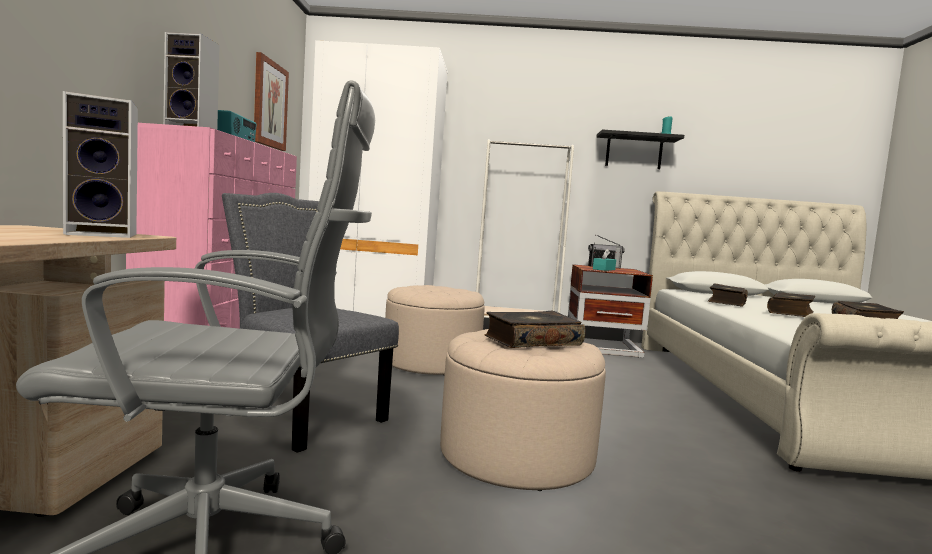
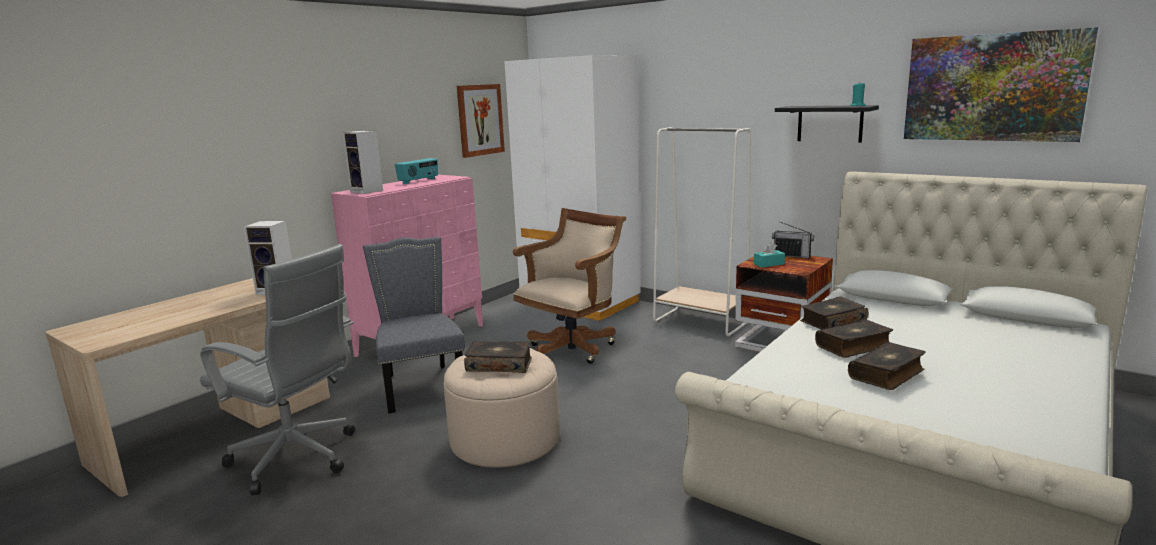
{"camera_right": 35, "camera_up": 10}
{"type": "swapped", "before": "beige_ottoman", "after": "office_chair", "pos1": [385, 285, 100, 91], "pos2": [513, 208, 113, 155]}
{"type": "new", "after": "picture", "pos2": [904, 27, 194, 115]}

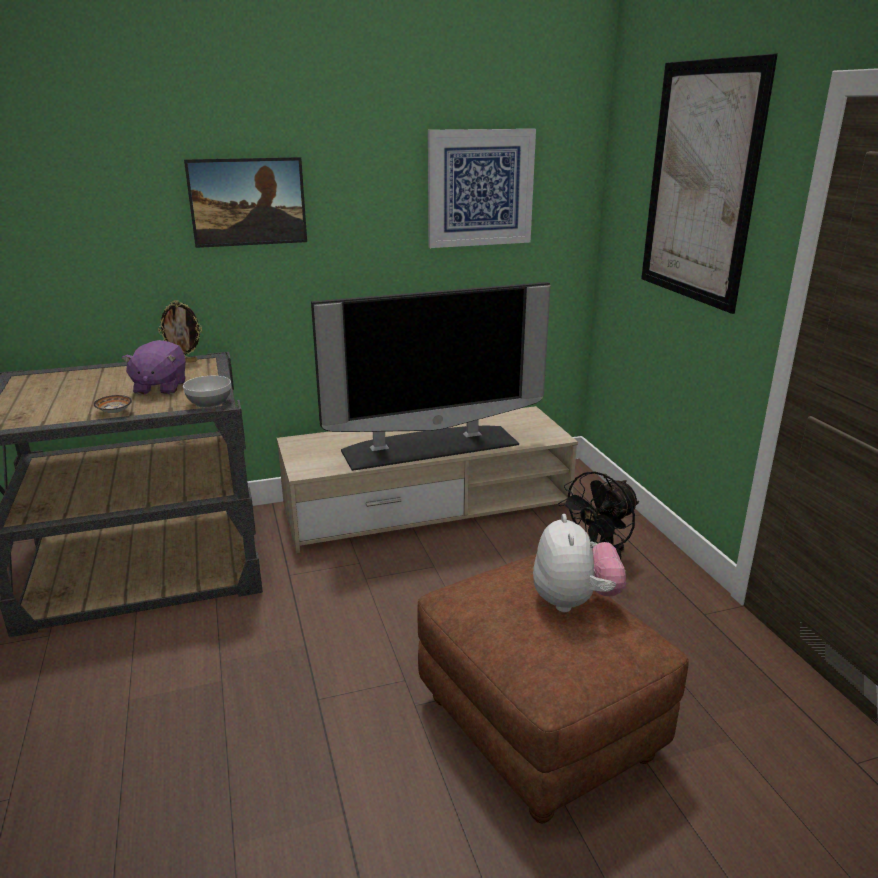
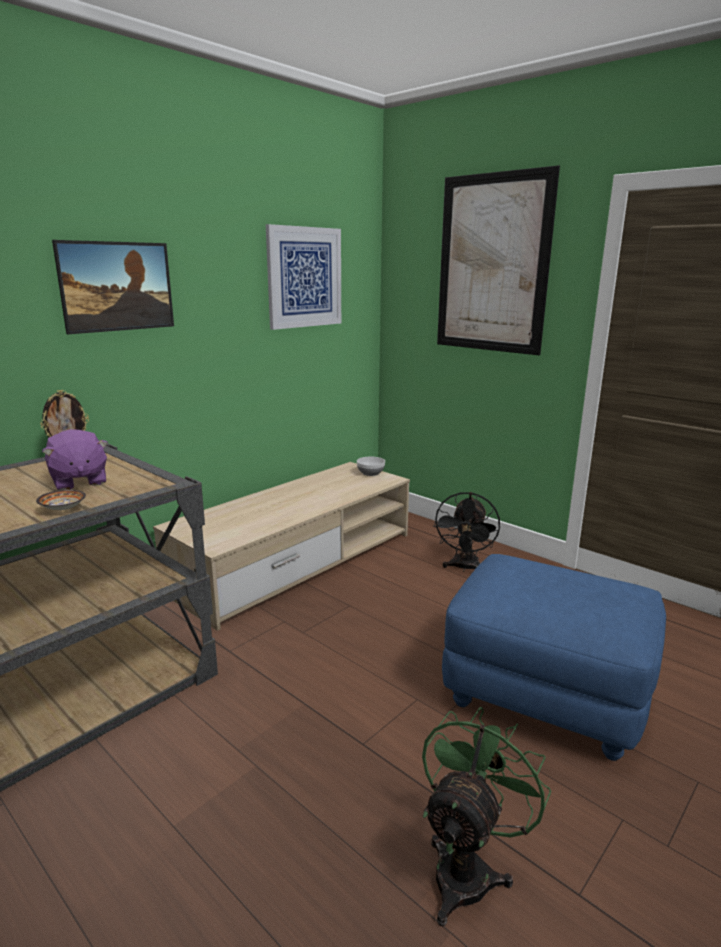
{"camera_right": -30, "camera_up": -5}
{"type": "gone", "before": "television", "pos1": [311, 282, 240, 189]}
{"type": "shifted", "before": "bowl", "pos1": [183, 376, 48, 32], "pos2": [357, 457, 28, 19]}
{"type": "gone", "before": "plush_toy", "pos1": [533, 514, 93, 98]}
{"type": "repainted", "before": "brown_ottoman", "after": "blue_ottoman", "pos1": [418, 554, 271, 269], "pos2": [442, 554, 224, 207]}
{"type": "new", "after": "green_fan", "pos2": [422, 707, 129, 220]}

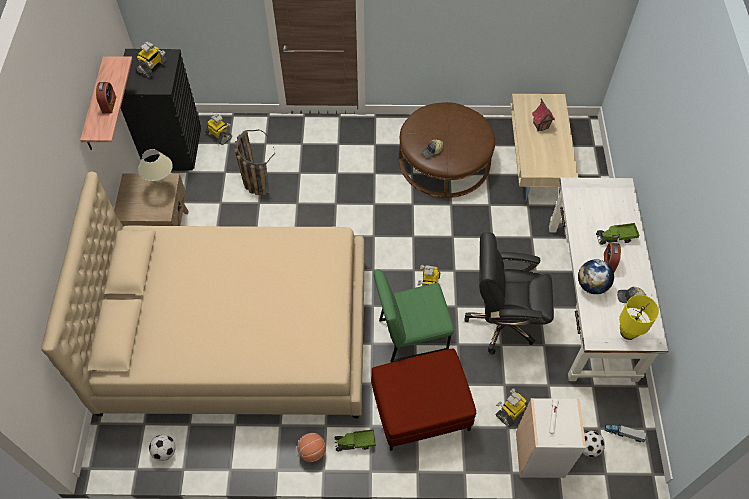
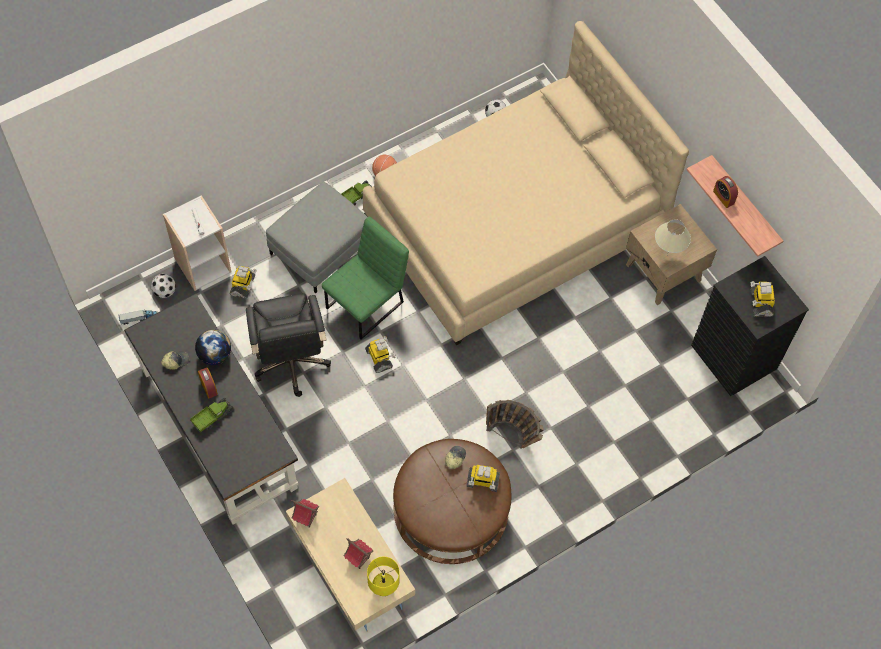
{"camera_right": 145, "camera_up": 5}
{"type": "shifted", "before": "toy_robot", "pos1": [205, 113, 27, 32], "pos2": [466, 465, 34, 27]}
{"type": "shifted", "before": "basket", "pos1": [234, 129, 41, 66], "pos2": [486, 400, 58, 49]}
{"type": "repainted", "before": "white_desk", "after": "black_desk", "pos1": [549, 177, 119, 205], "pos2": [124, 293, 174, 232]}
{"type": "rotated", "before": "black_office_chair", "pos1": [464, 232, 90, 122], "pos2": [246, 293, 85, 104], "turn": 105}
{"type": "shifted", "before": "yellow_table_lamp", "pos1": [619, 295, 40, 45], "pos2": [367, 557, 32, 39]}
{"type": "repainted", "before": "red_ottoman", "after": "grey_ottoman", "pos1": [371, 349, 105, 102], "pos2": [266, 182, 101, 111]}
{"type": "new", "after": "toy_house", "pos2": [291, 499, 28, 29]}

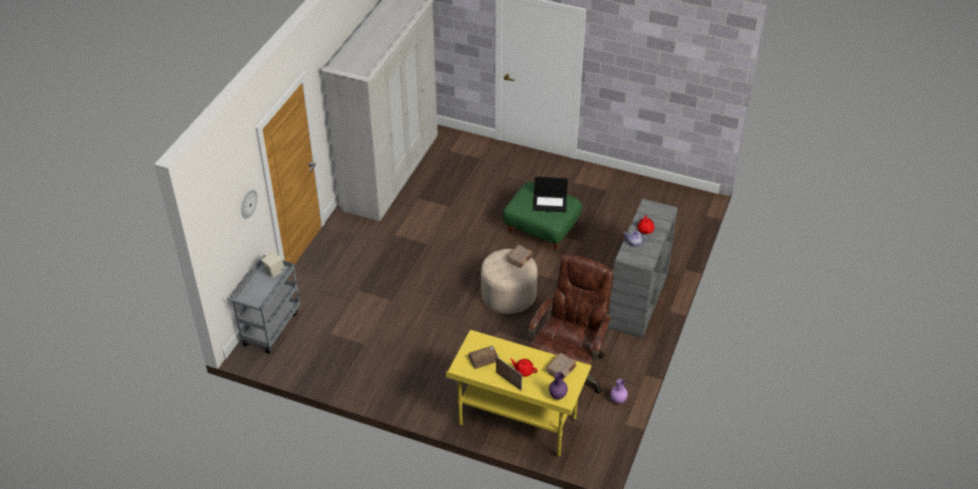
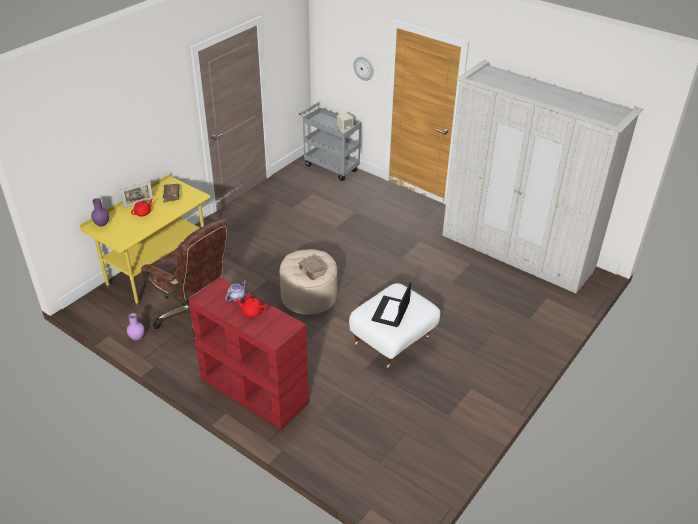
{"camera_right": 105, "camera_up": -5}
{"type": "repainted", "before": "green_ottoman", "after": "white_ottoman", "pos1": [503, 182, 79, 70], "pos2": [349, 283, 91, 85]}
{"type": "repainted", "before": "grey_bookcase", "after": "red_bookcase", "pos1": [608, 199, 70, 139], "pos2": [188, 277, 121, 153]}
{"type": "gone", "before": "brown_book", "pos1": [546, 353, 30, 27]}

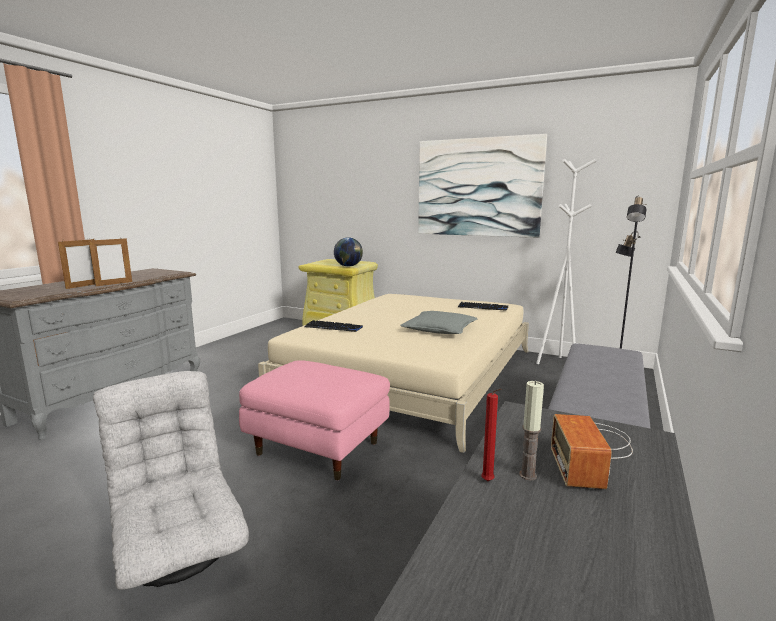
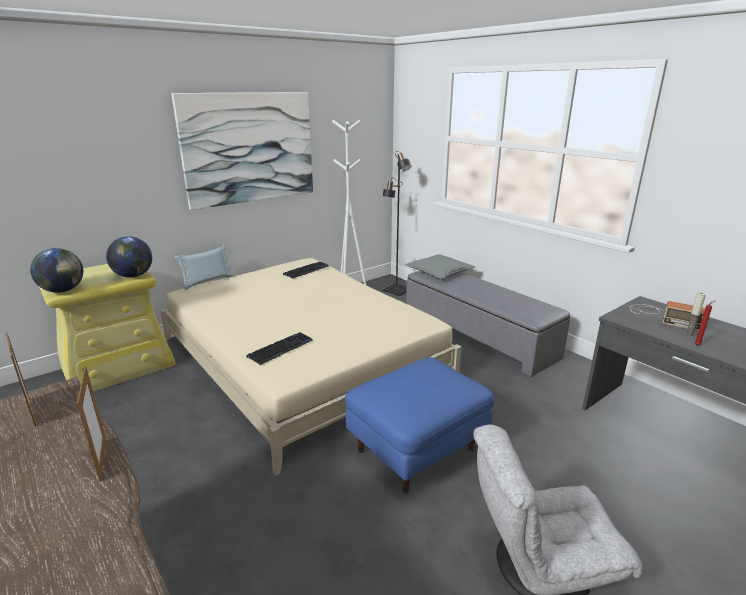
{"camera_right": -65, "camera_up": 10}
{"type": "shifted", "before": "picture_frame", "pos1": [58, 238, 37, 51], "pos2": [5, 332, 31, 95]}
{"type": "shifted", "before": "grey_pillow", "pos1": [400, 311, 77, 23], "pos2": [405, 255, 70, 24]}
{"type": "repainted", "before": "pink_ottoman", "after": "blue_ottoman", "pos1": [239, 360, 151, 120], "pos2": [345, 357, 149, 136]}
{"type": "new", "after": "blue_pillow", "pos2": [175, 245, 58, 45]}
{"type": "new", "after": "globe", "pos2": [30, 248, 53, 45]}

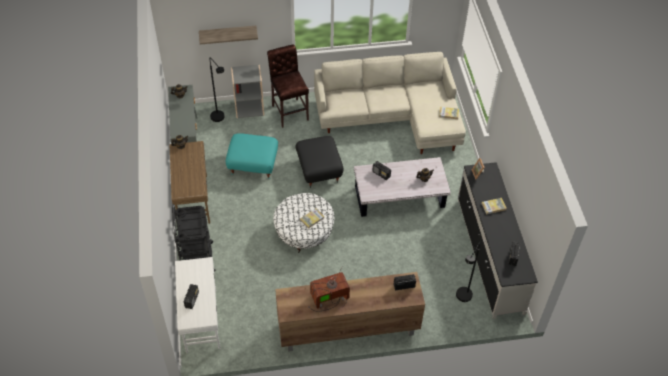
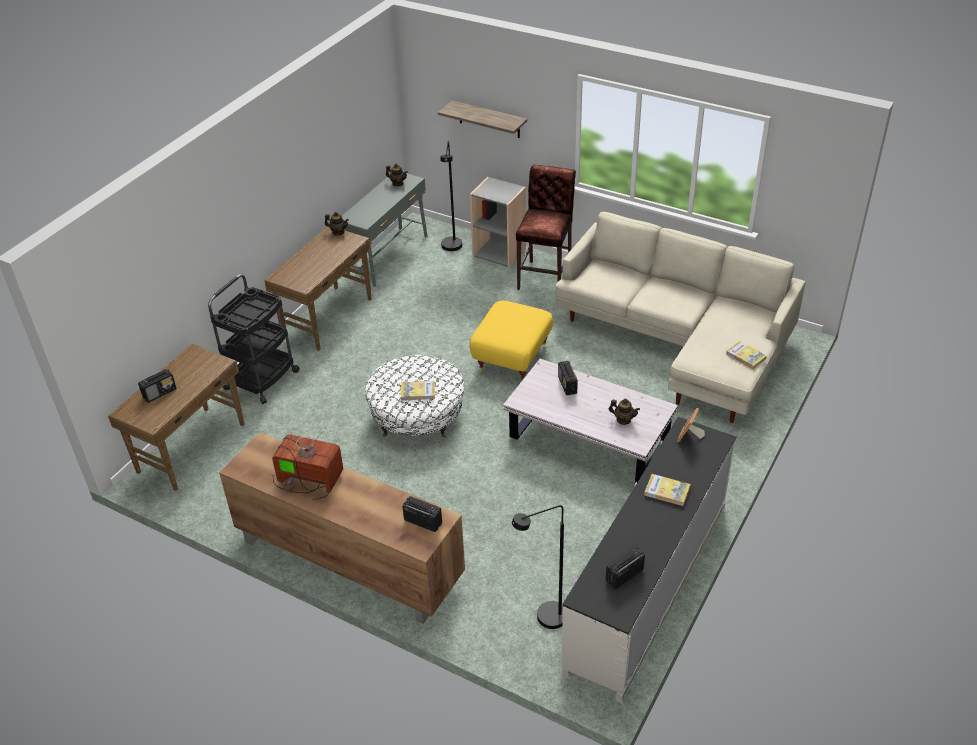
{"camera_right": 40, "camera_up": -10}
{"type": "gone", "before": "turquoise_ottoman", "pos1": [226, 133, 52, 46]}
{"type": "repainted", "before": "black_ottoman", "after": "yellow_ottoman", "pos1": [296, 136, 47, 52], "pos2": [469, 301, 84, 79]}
{"type": "repainted", "before": "white_console_table", "after": "brown_console_table", "pos1": [175, 257, 45, 96], "pos2": [108, 344, 137, 147]}

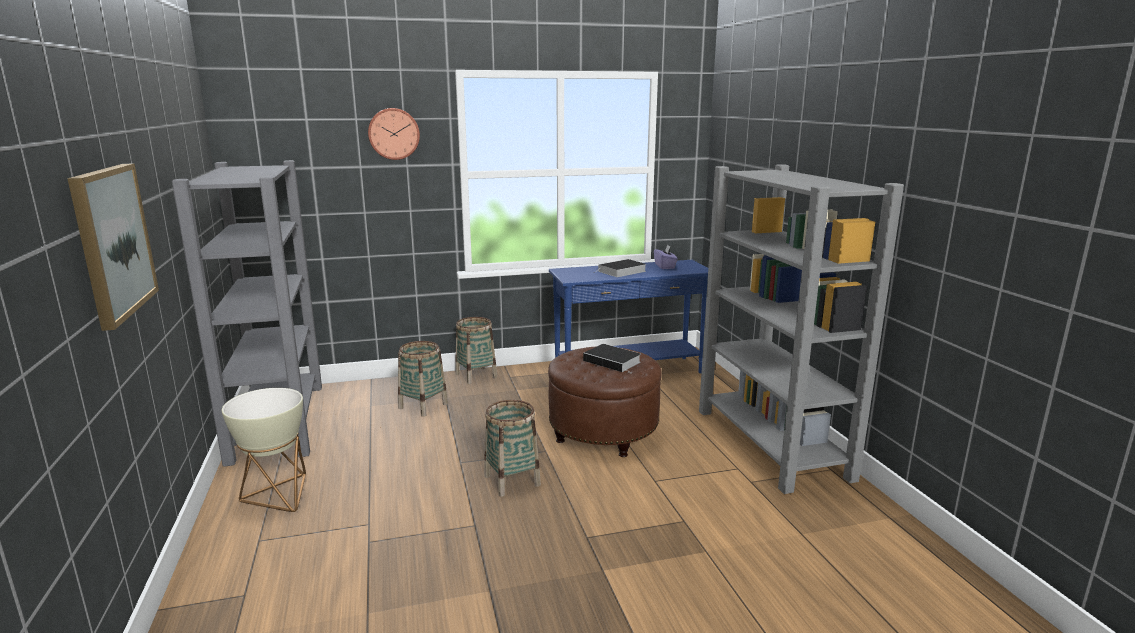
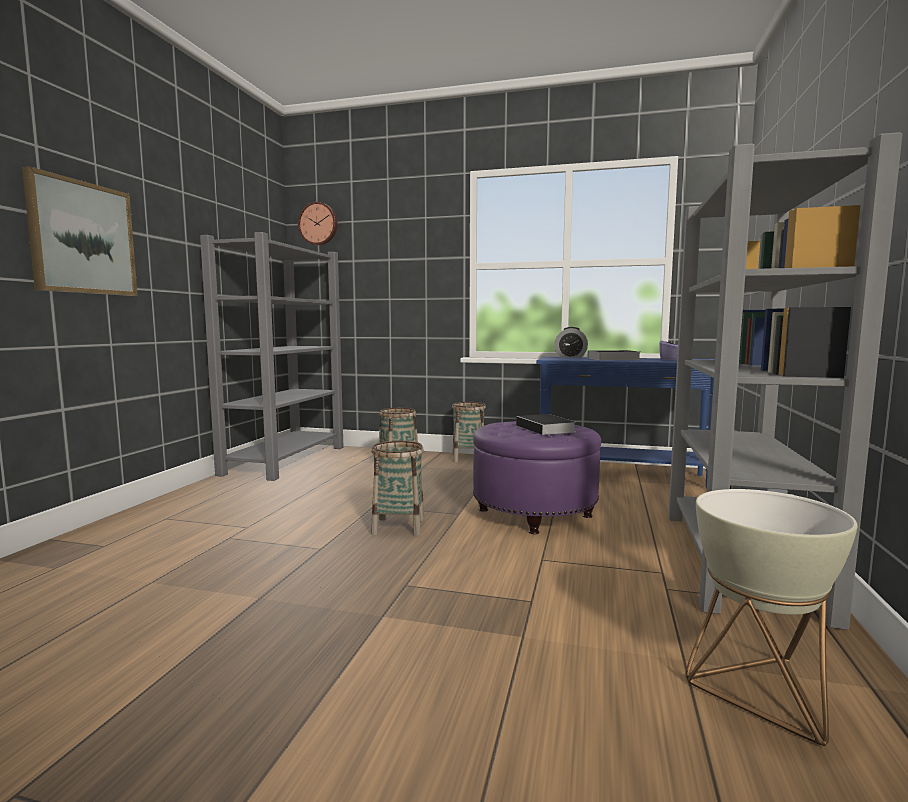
{"camera_right": 30, "camera_up": -10}
{"type": "shifted", "before": "wall_clock", "pos1": [368, 108, 52, 52], "pos2": [298, 202, 39, 43]}
{"type": "repainted", "before": "brown_ottoman", "after": "purple_ottoman", "pos1": [548, 347, 114, 110], "pos2": [473, 421, 128, 113]}
{"type": "shifted", "before": "planter", "pos1": [222, 388, 84, 124], "pos2": [685, 489, 173, 257]}
{"type": "new", "after": "alarm_clock", "pos2": [554, 327, 34, 31]}

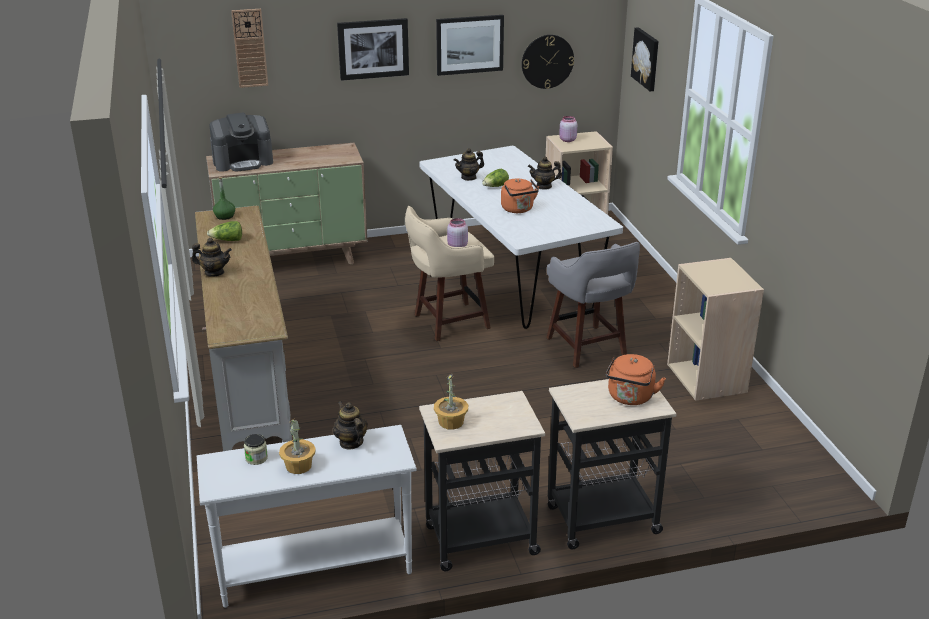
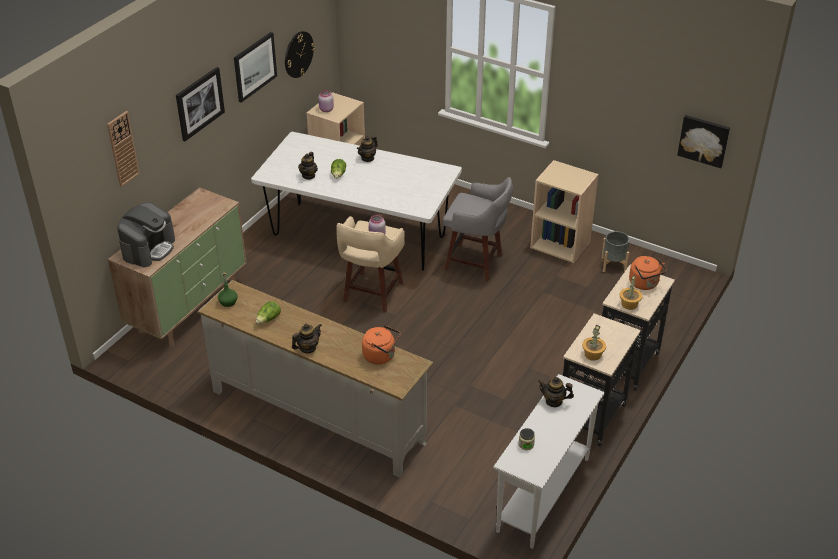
{"camera_right": -45, "camera_up": 10}
{"type": "shifted", "before": "picture", "pos1": [631, 27, 28, 64], "pos2": [677, 115, 53, 53]}
{"type": "shifted", "before": "orange_kettle", "pos1": [501, 179, 38, 34], "pos2": [362, 325, 39, 39]}
{"type": "shifted", "before": "potted_plant", "pos1": [279, 418, 37, 56], "pos2": [619, 275, 23, 35]}
{"type": "new", "after": "grey_planter", "pos2": [601, 231, 29, 41]}

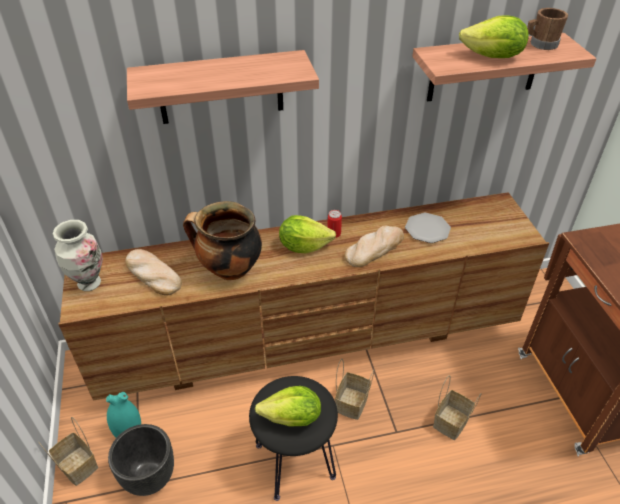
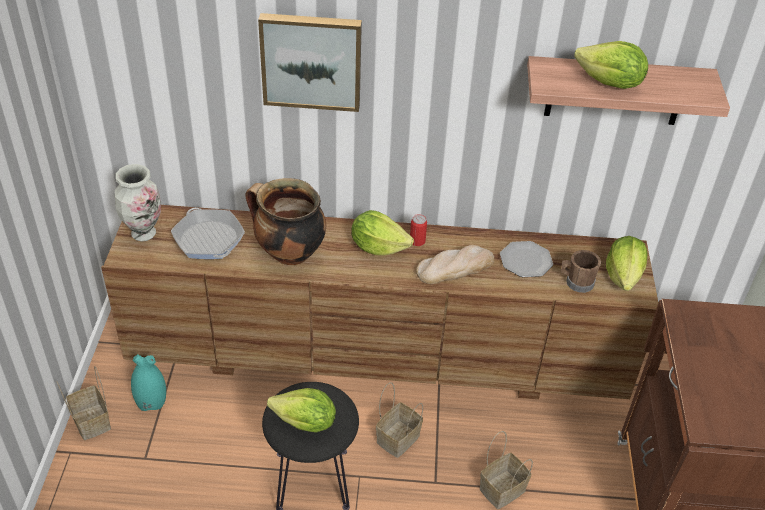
{"camera_right": 15, "camera_up": 0}
{"type": "shifted", "before": "brown_mug", "pos1": [527, 8, 41, 42], "pos2": [561, 250, 40, 43]}
{"type": "swapped", "before": "shelf", "after": "picture", "pos1": [127, 50, 192, 74], "pos2": [258, 13, 104, 99]}
{"type": "swapped", "before": "bread", "after": "frying_pan", "pos1": [125, 249, 57, 47], "pos2": [171, 208, 74, 51]}
{"type": "gone", "before": "black_planter", "pos1": [108, 424, 66, 72]}
{"type": "new", "after": "lettuce", "pos2": [606, 236, 42, 55]}

